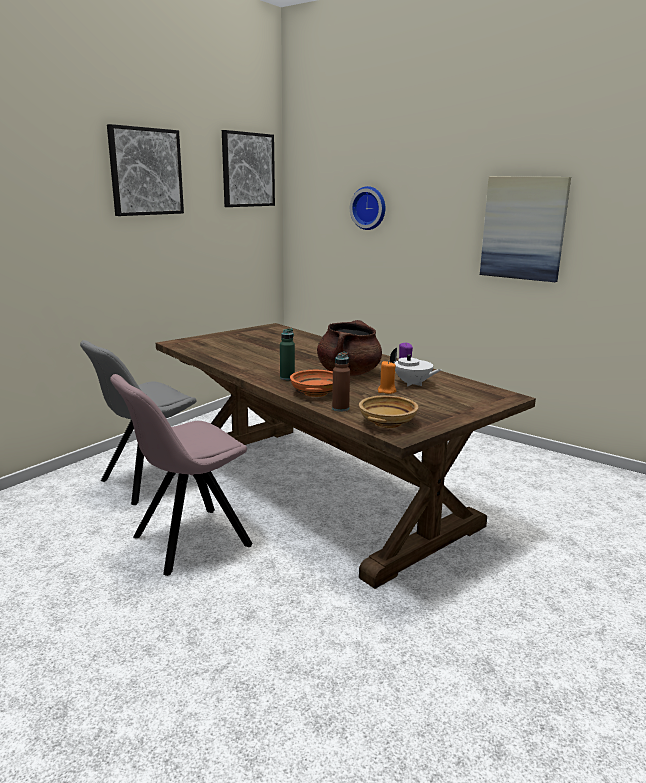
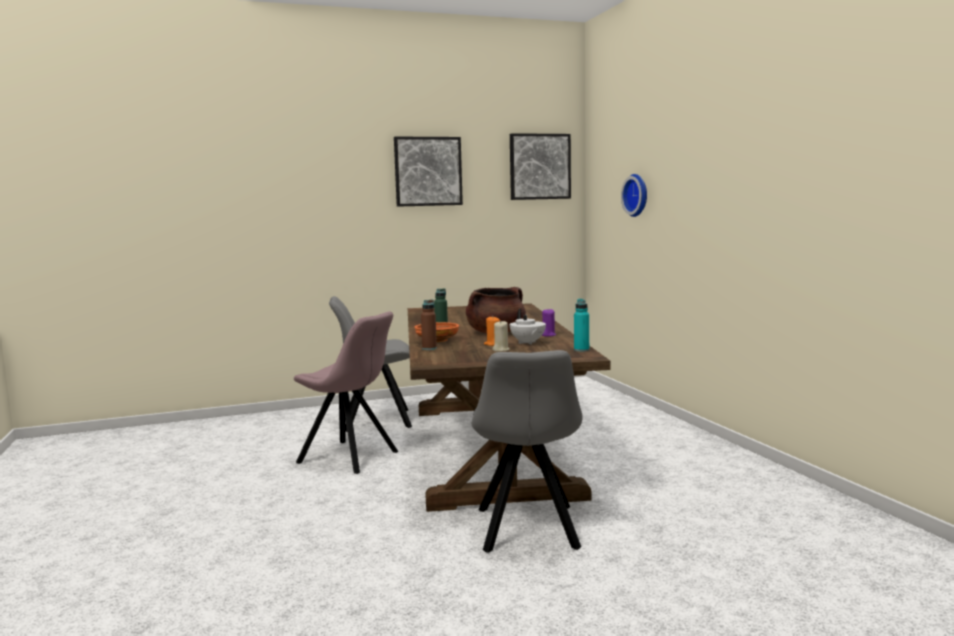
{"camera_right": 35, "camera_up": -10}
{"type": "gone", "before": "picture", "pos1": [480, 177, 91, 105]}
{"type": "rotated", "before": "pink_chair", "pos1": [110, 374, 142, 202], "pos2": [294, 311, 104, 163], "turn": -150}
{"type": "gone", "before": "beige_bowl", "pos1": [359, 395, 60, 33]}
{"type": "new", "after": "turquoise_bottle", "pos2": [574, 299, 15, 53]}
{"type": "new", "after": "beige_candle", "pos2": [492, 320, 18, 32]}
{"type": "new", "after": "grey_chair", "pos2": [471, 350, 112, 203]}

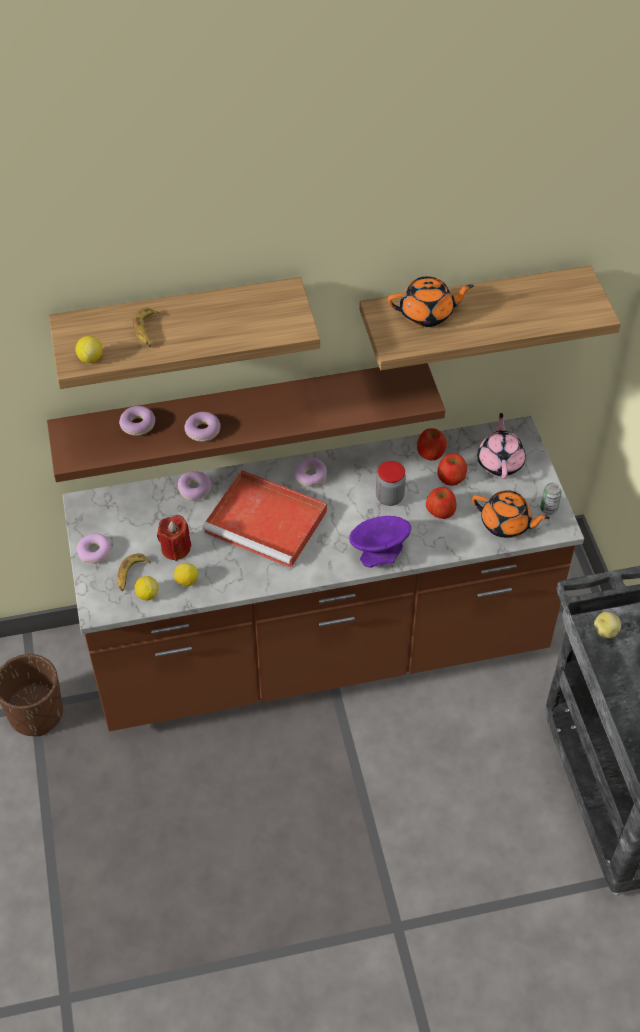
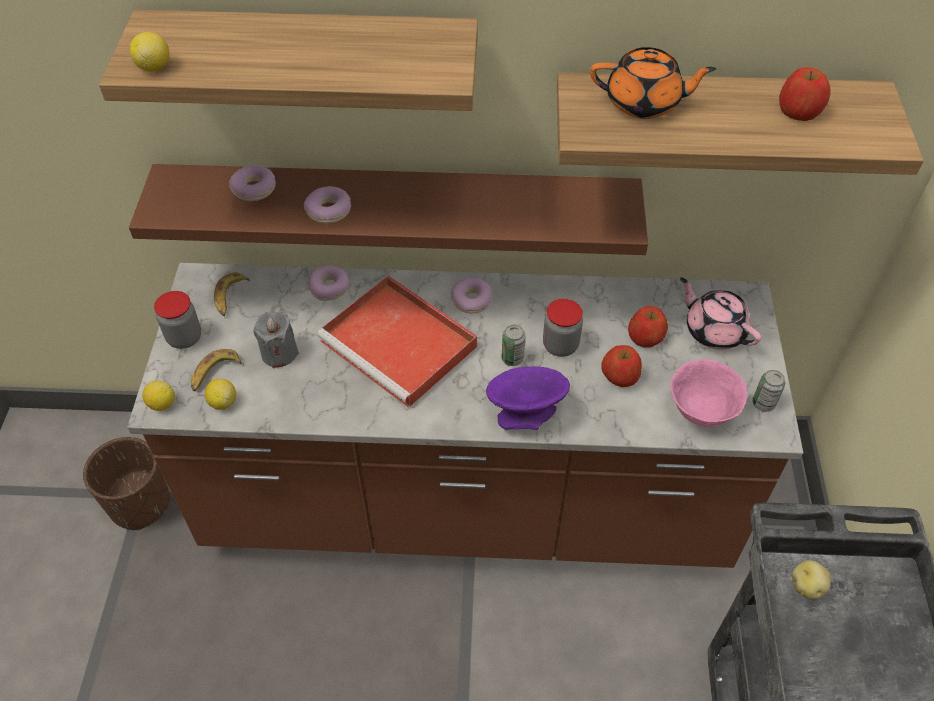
{"camera_right": 15, "camera_up": 0}
{"type": "shifted", "before": "banana", "pos1": [132, 308, 28, 39], "pos2": [214, 272, 36, 44]}
{"type": "rotated", "before": "pink_teapot", "pos1": [477, 413, 49, 66], "pos2": [680, 277, 81, 72], "turn": -60}
{"type": "shifted", "before": "apple", "pos1": [417, 428, 30, 32], "pos2": [779, 67, 52, 54]}
{"type": "swapped", "before": "orange_teapot", "after": "pink_bowl", "pos1": [472, 490, 78, 48], "pos2": [670, 359, 77, 68]}
{"type": "repainted", "before": "red_candle", "after": "grey_candle", "pos1": [157, 515, 34, 46], "pos2": [253, 311, 46, 57]}
{"type": "swapped", "before": "donut", "after": "jar", "pos1": [76, 534, 35, 30], "pos2": [154, 291, 47, 58]}
{"type": "shifted", "before": "lemon", "pos1": [174, 563, 24, 23], "pos2": [142, 380, 33, 31]}
{"type": "new", "after": "can", "pos2": [502, 325, 24, 41]}

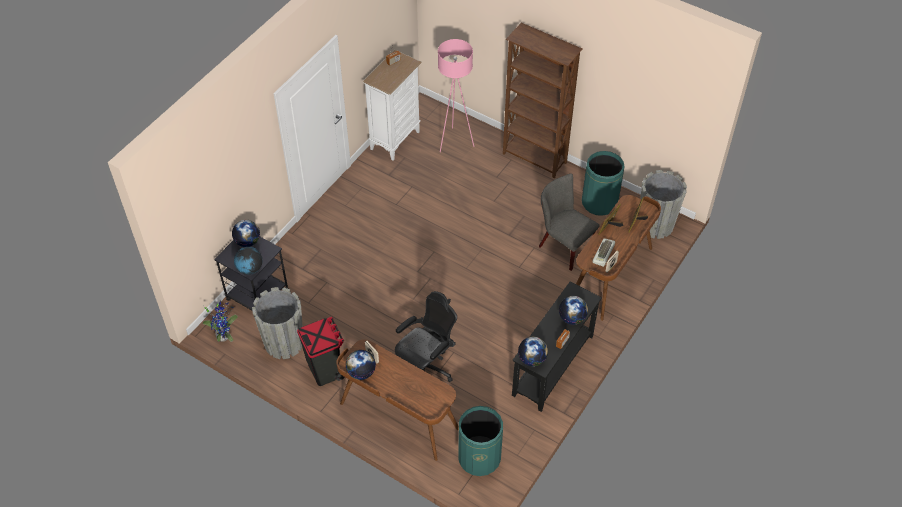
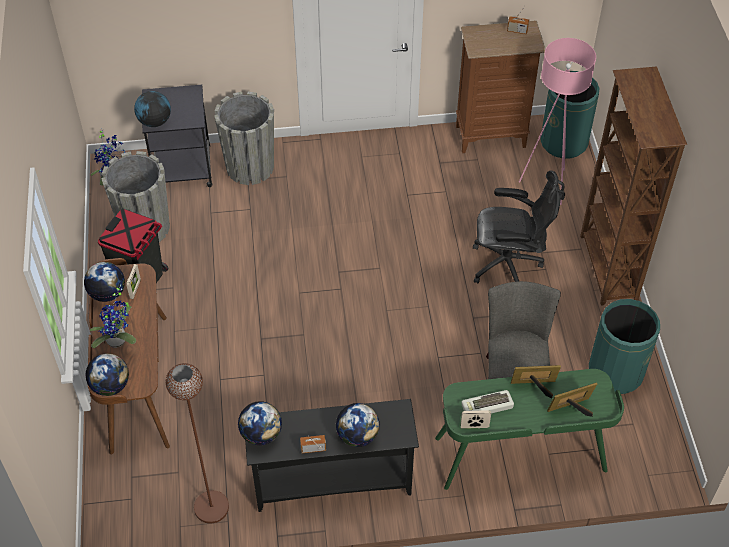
{"camera_right": 50, "camera_up": 0}
{"type": "repainted", "before": "white_dresser", "after": "brown_dresser", "pos1": [363, 50, 59, 110], "pos2": [456, 21, 90, 132]}
{"type": "shifted", "before": "grey_planter", "pos1": [640, 170, 47, 69], "pos2": [214, 91, 60, 94]}
{"type": "repainted", "before": "brown_desk", "after": "green_desk", "pos1": [576, 195, 85, 126], "pos2": [435, 369, 189, 121]}
{"type": "shifted", "before": "globe", "pos1": [232, 220, 28, 27], "pos2": [86, 353, 43, 43]}
{"type": "shifted", "before": "office_chair", "pos1": [395, 291, 62, 91], "pos2": [473, 170, 92, 113]}
{"type": "shifted", "before": "green_trash_can", "pos1": [458, 406, 45, 70], "pos2": [541, 71, 58, 87]}
{"type": "new", "after": "potted_plant", "pos2": [90, 285, 46, 63]}
{"type": "new", "after": "brown_floor_lamp", "pos2": [166, 363, 63, 161]}

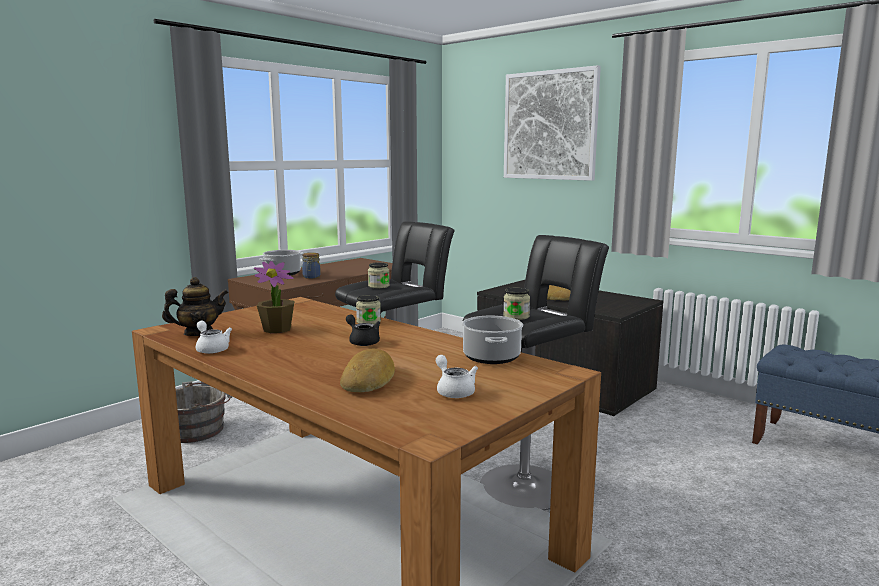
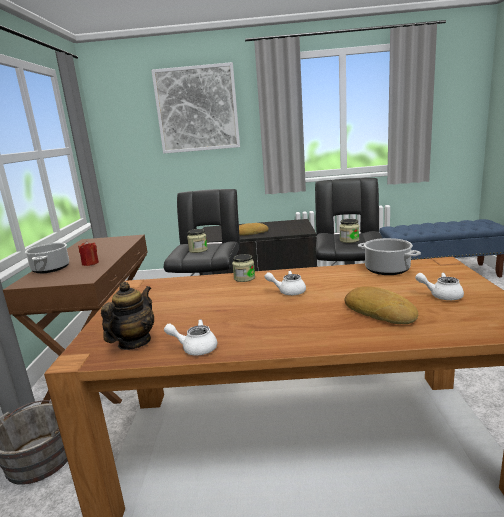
{"camera_right": -40, "camera_up": 5}
{"type": "swapped", "before": "jar", "after": "red_candle", "pos1": [302, 252, 19, 27], "pos2": [78, 241, 21, 25]}
{"type": "gone", "before": "potted_plant", "pos1": [254, 261, 41, 72]}
{"type": "repainted", "before": "black_teapot", "after": "white_teapot", "pos1": [346, 314, 35, 32], "pos2": [265, 271, 41, 24]}

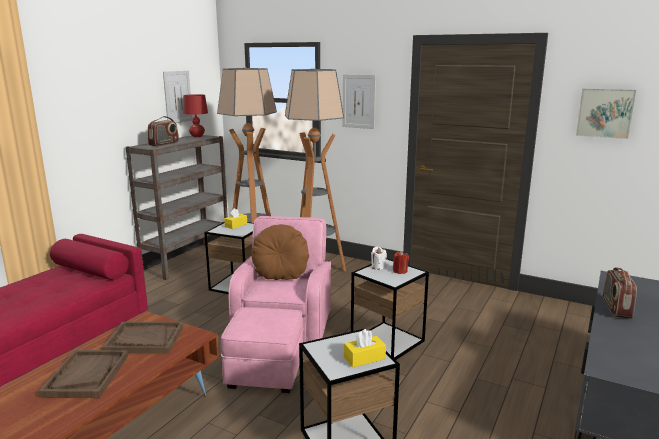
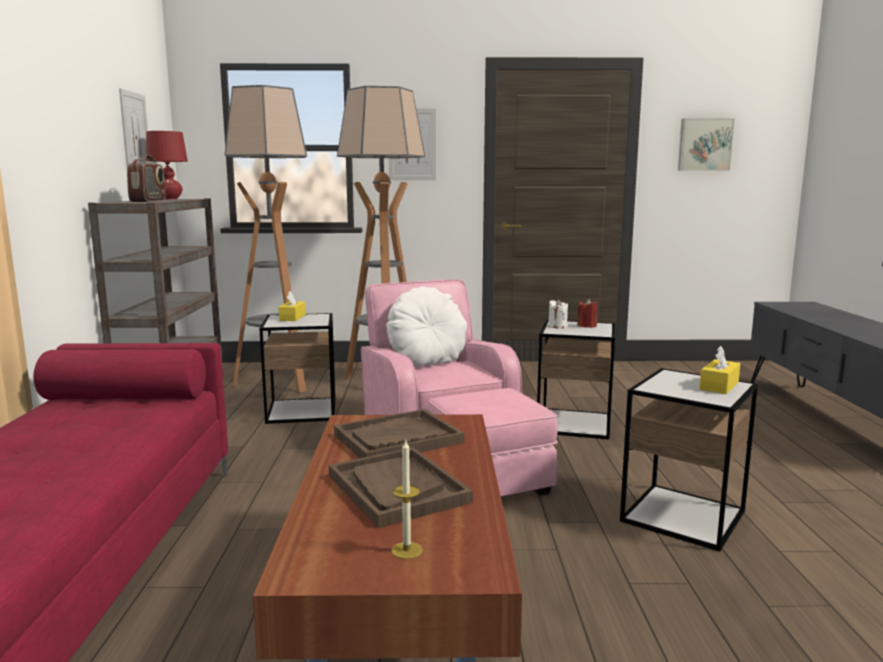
{"camera_right": -30, "camera_up": -5}
{"type": "repainted", "before": "brown_pillow", "after": "white_pillow", "pos1": [251, 224, 58, 56], "pos2": [386, 287, 81, 80]}
{"type": "gone", "before": "radio", "pos1": [603, 267, 34, 52]}
{"type": "new", "after": "candle", "pos2": [391, 440, 32, 119]}

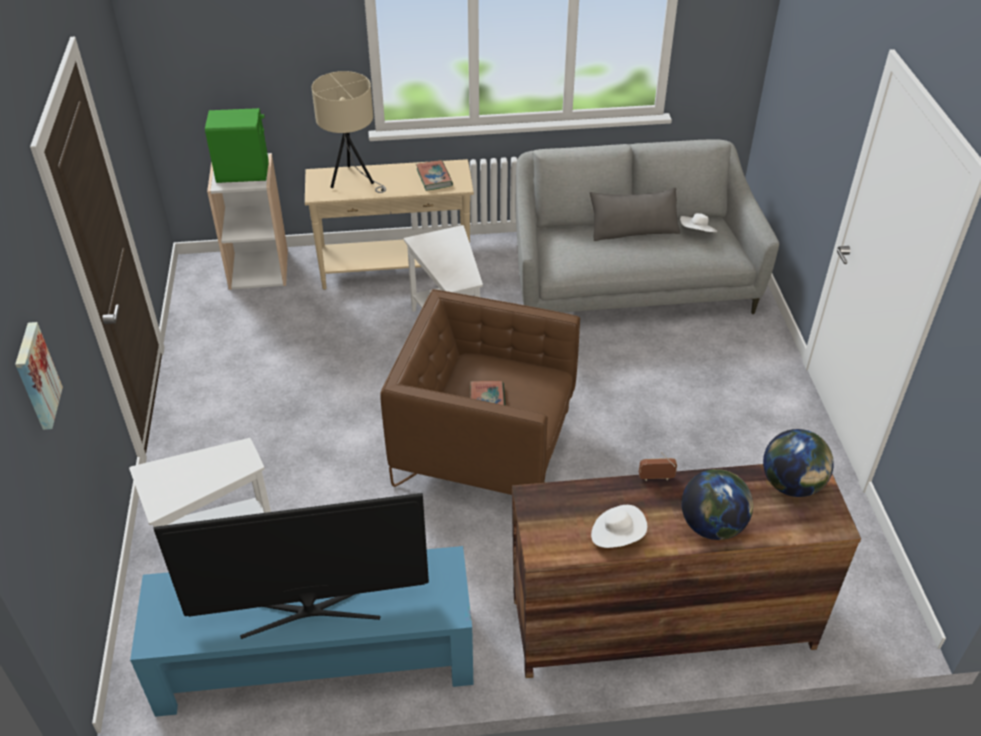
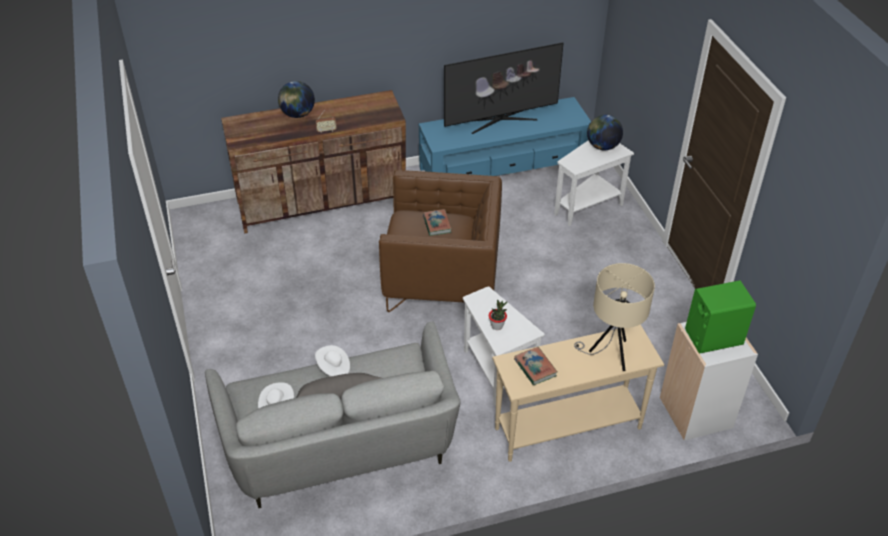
{"camera_right": 170, "camera_up": 0}
{"type": "gone", "before": "picture", "pos1": [15, 322, 48, 108]}
{"type": "shifted", "before": "globe", "pos1": [763, 429, 71, 68], "pos2": [587, 115, 36, 35]}
{"type": "shifted", "before": "white_hat", "pos1": [591, 505, 56, 43], "pos2": [315, 345, 35, 31]}
{"type": "new", "after": "potted_plant", "pos2": [489, 300, 18, 30]}

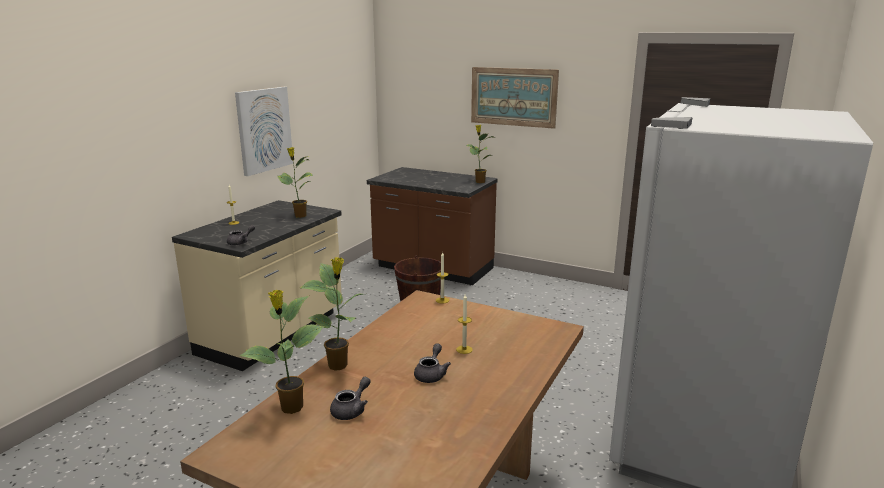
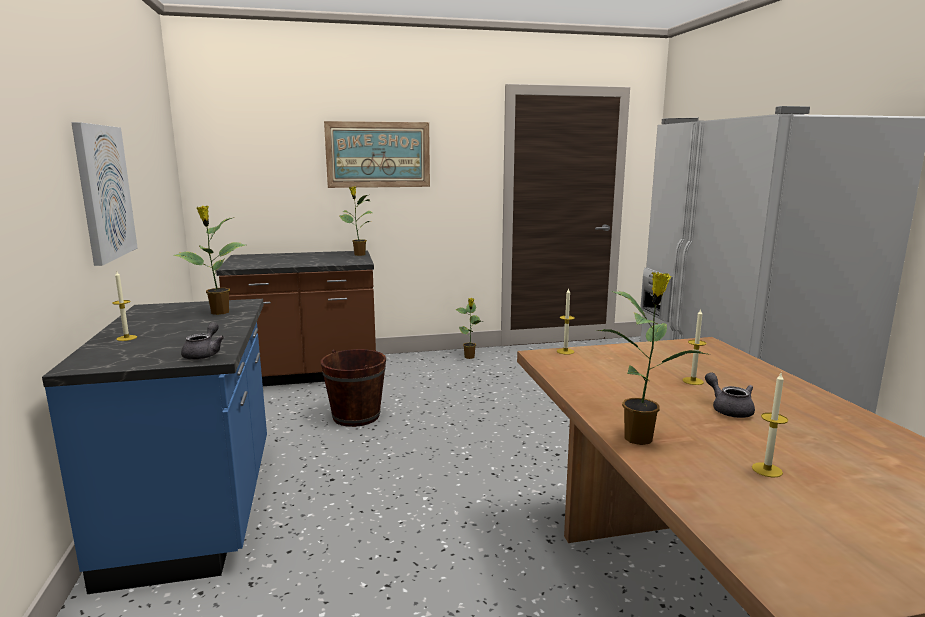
{"camera_right": -40, "camera_up": -5}
{"type": "repainted", "before": "beige_counter", "after": "blue_counter", "pos1": [172, 200, 170, 171], "pos2": [42, 299, 225, 295]}
{"type": "shifted", "before": "potted_plant", "pos1": [239, 290, 85, 124], "pos2": [455, 298, 26, 61]}
{"type": "swapped", "before": "grey_teapot", "after": "candle", "pos1": [330, 377, 41, 43], "pos2": [752, 373, 36, 104]}

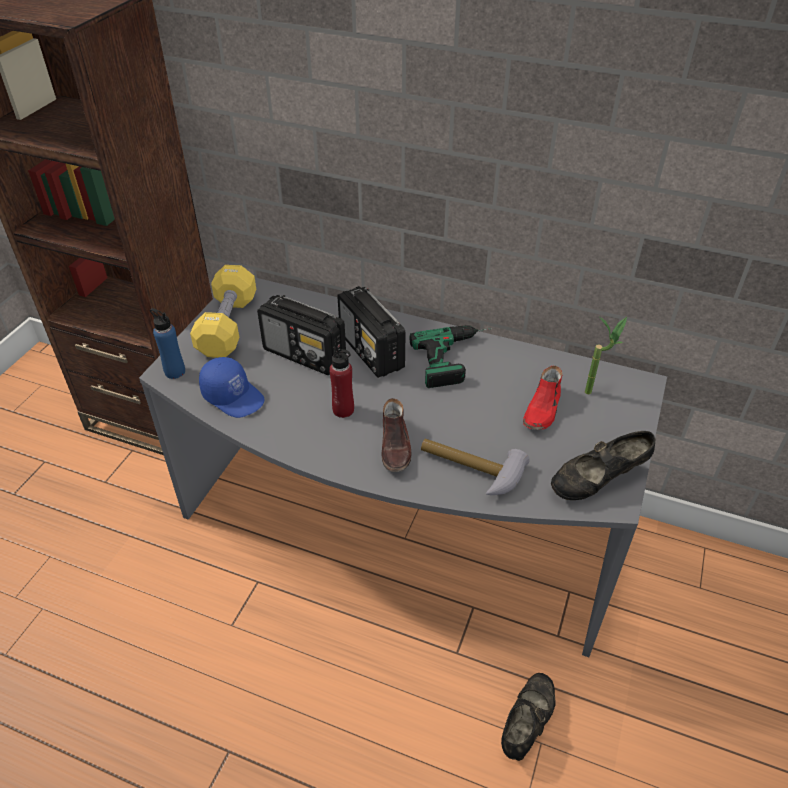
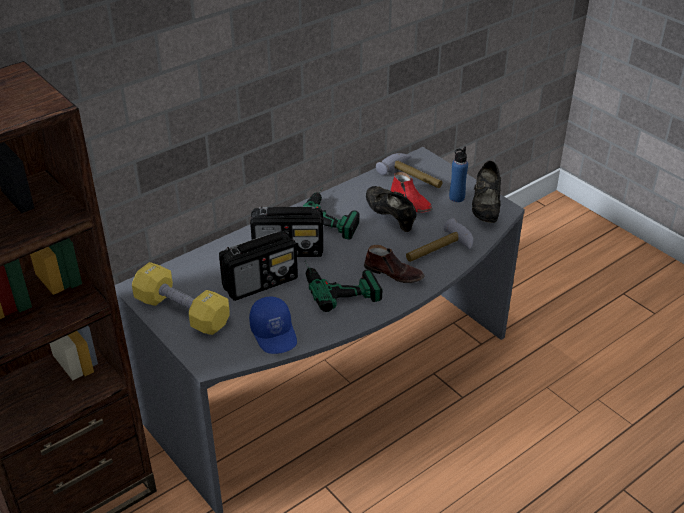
{"camera_right": -60, "camera_up": -5}
{"type": "shifted", "before": "blue_bottle", "pos1": [150, 308, 35, 71], "pos2": [449, 147, 19, 55]}
{"type": "swapped", "before": "potted_plant", "after": "hammer", "pos1": [585, 317, 42, 78], "pos2": [376, 153, 66, 35]}
{"type": "swapped", "before": "red_bottle", "after": "power_drill", "pos1": [329, 346, 25, 72], "pos2": [305, 261, 78, 51]}
{"type": "rotated", "before": "blue_cap", "pos1": [199, 357, 66, 61], "pos2": [249, 296, 48, 58], "turn": 90}
{"type": "shifted", "before": "black_shoe", "pos1": [501, 673, 55, 88], "pos2": [366, 186, 50, 46]}

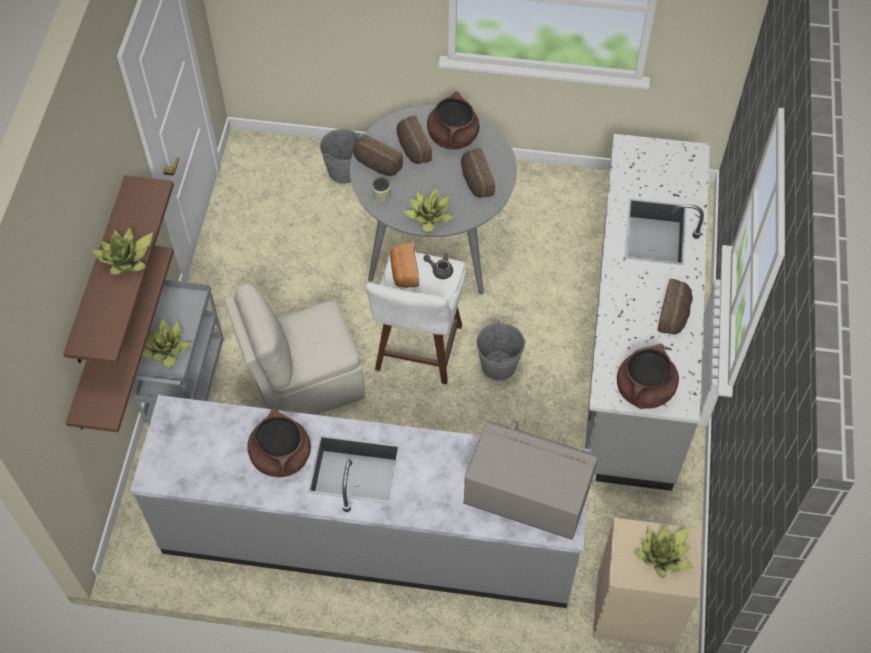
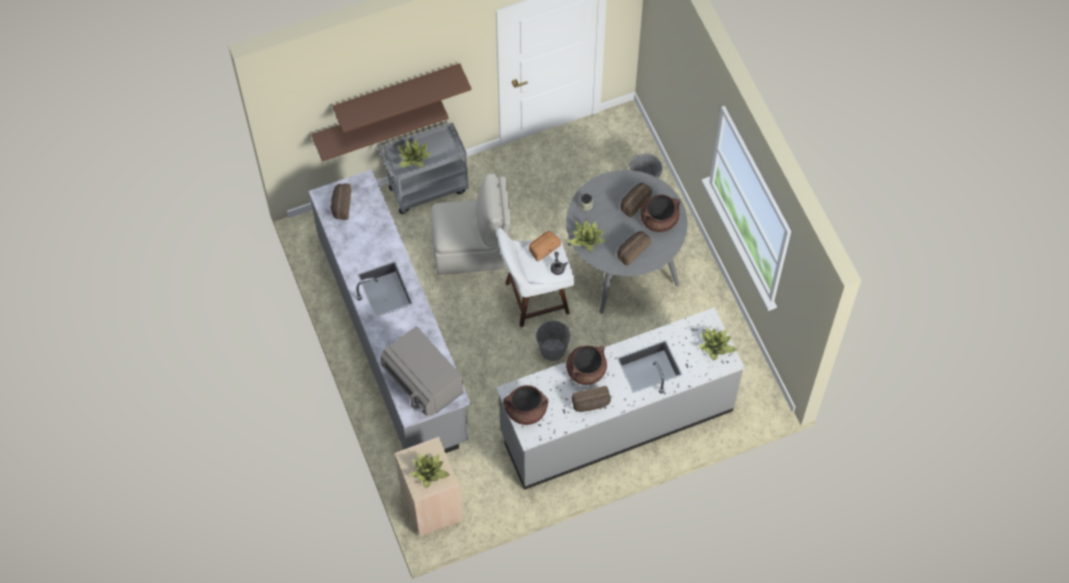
{"camera_right": 60, "camera_up": 5}
{"type": "shifted", "before": "bread", "pos1": [353, 135, 50, 41], "pos2": [330, 183, 21, 37]}
{"type": "shifted", "before": "potted_plant", "pos1": [92, 227, 61, 48], "pos2": [699, 327, 38, 33]}
{"type": "rotated", "before": "beige_chair", "pos1": [224, 283, 141, 132], "pos2": [431, 173, 80, 102], "turn": 135}
{"type": "shifted", "before": "brown_cooking_pot", "pos1": [247, 407, 64, 70], "pos2": [566, 345, 41, 40]}
{"type": "rotated", "before": "grey_microwave", "pos1": [463, 420, 136, 120], "pos2": [380, 326, 84, 90], "turn": 150}

